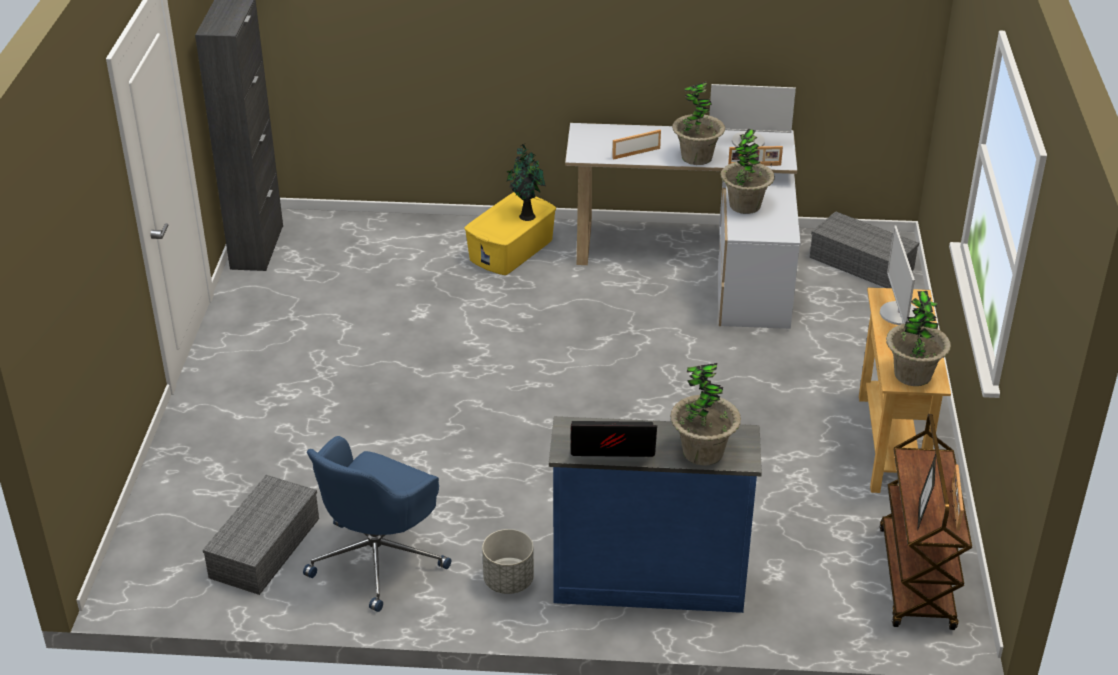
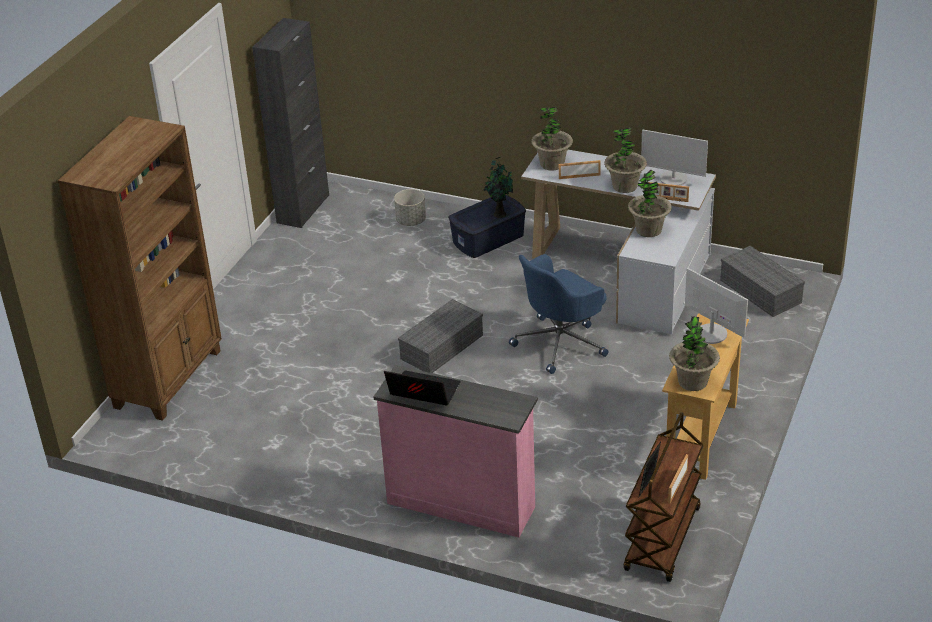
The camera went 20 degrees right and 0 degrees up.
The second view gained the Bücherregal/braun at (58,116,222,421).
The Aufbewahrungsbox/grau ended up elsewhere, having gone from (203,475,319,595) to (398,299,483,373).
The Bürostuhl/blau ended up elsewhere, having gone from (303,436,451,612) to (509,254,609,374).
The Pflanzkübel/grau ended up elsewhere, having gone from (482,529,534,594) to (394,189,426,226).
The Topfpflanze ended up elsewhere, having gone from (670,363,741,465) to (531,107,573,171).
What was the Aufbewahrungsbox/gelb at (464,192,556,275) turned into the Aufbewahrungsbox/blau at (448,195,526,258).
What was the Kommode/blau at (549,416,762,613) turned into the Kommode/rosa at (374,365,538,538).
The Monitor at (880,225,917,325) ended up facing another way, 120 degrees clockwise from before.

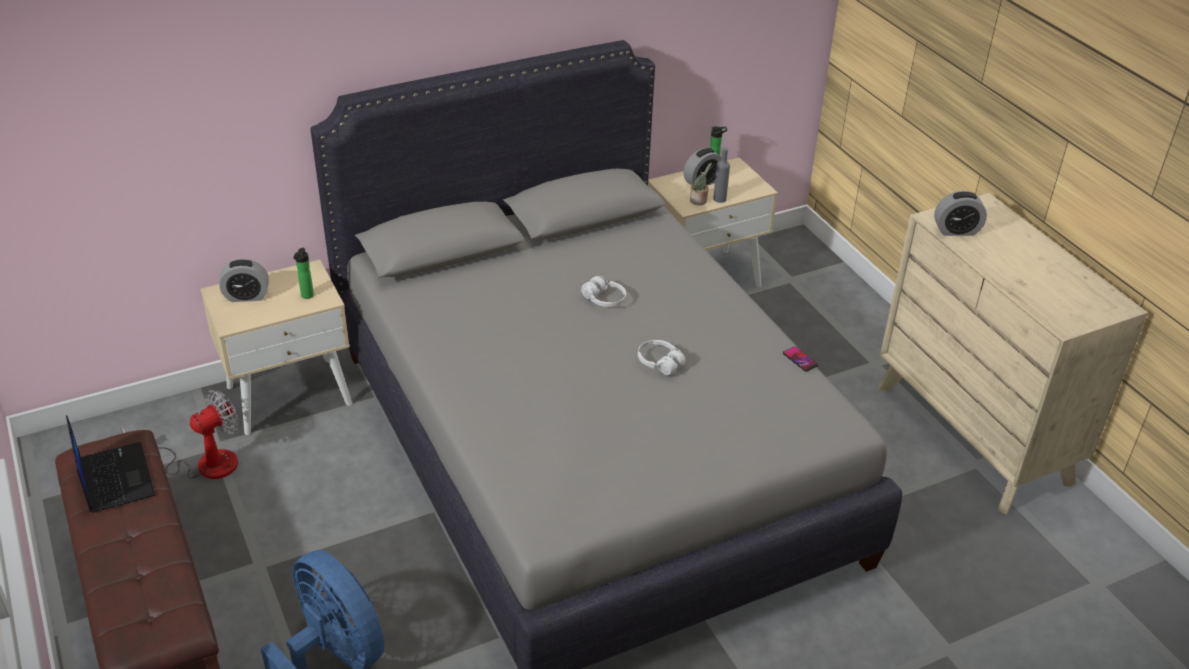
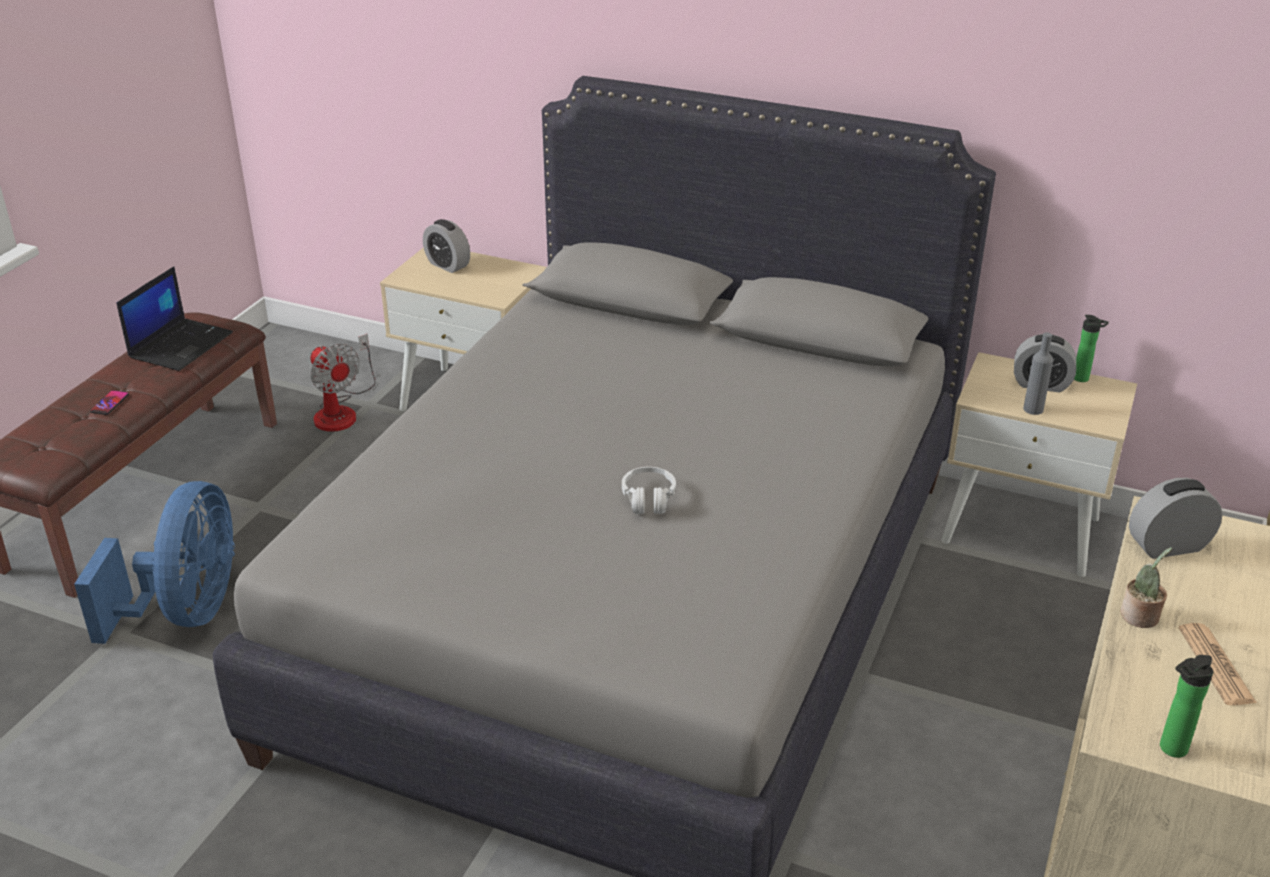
The camera went 50 degrees right and 5 degrees down.
The second view lost the Kopfhörer/weiß at (581,276,626,307).
The second view gained the Zeitung at (1178,623,1257,705).
The Flasche ended up elsewhere, having gone from (293,247,314,299) to (1160,655,1213,758).
The Topfpflanze ended up elsewhere, having gone from (690,163,712,205) to (1120,547,1172,628).
The Handy ended up elsewhere, having gone from (783,346,818,371) to (90,390,129,415).
The Ventilator at (121,390,239,479) ended up facing another way, 45 degrees clockwise from before.
The Wecker at (934,191,987,236) ended up facing another way, 120 degrees clockwise from before.

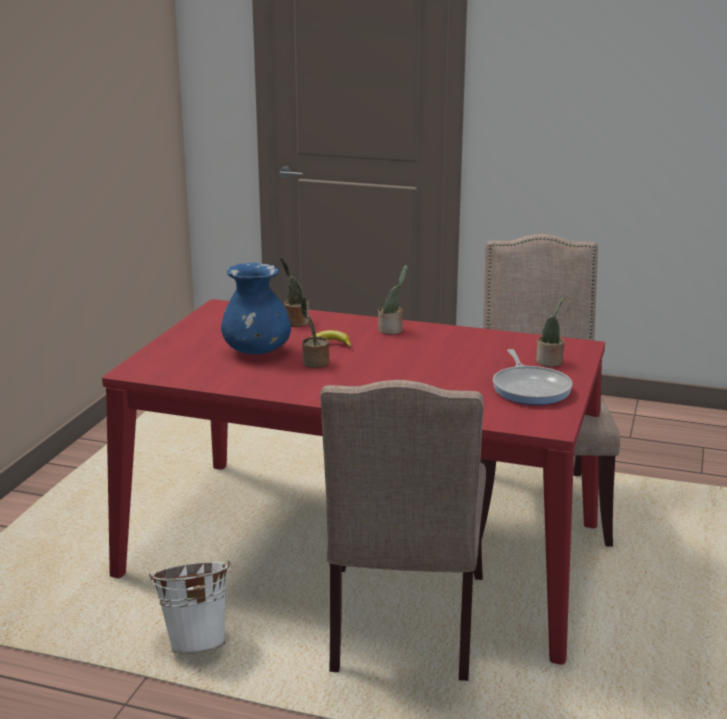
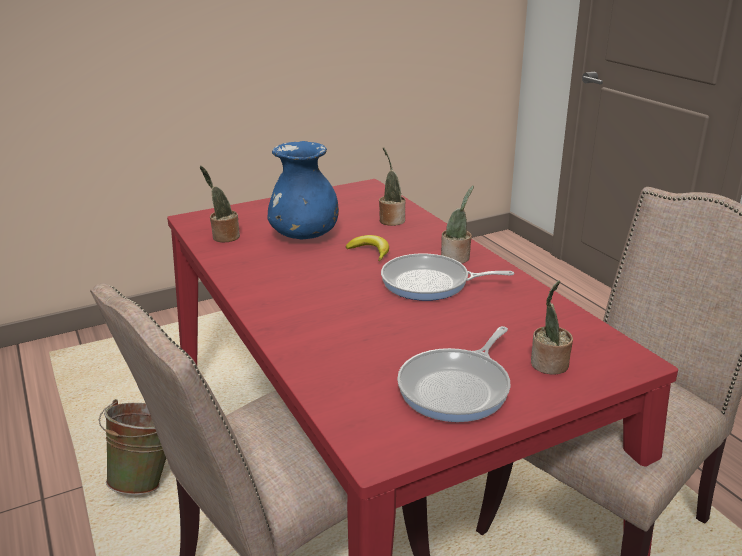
The camera went 45 degrees right and 5 degrees up.
The second view gained the Pfanne at (381,254,514,301).
The Topfpflanze ended up elsewhere, having gone from (301,297,329,368) to (200,166,240,242).
What was the Eimer/weiß at (149,559,232,654) turned into the Eimer/grün at (99,399,166,495).

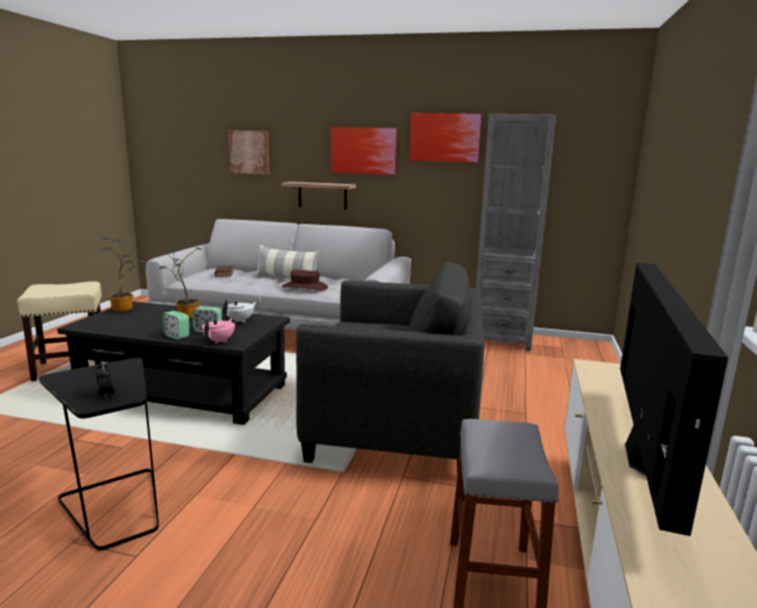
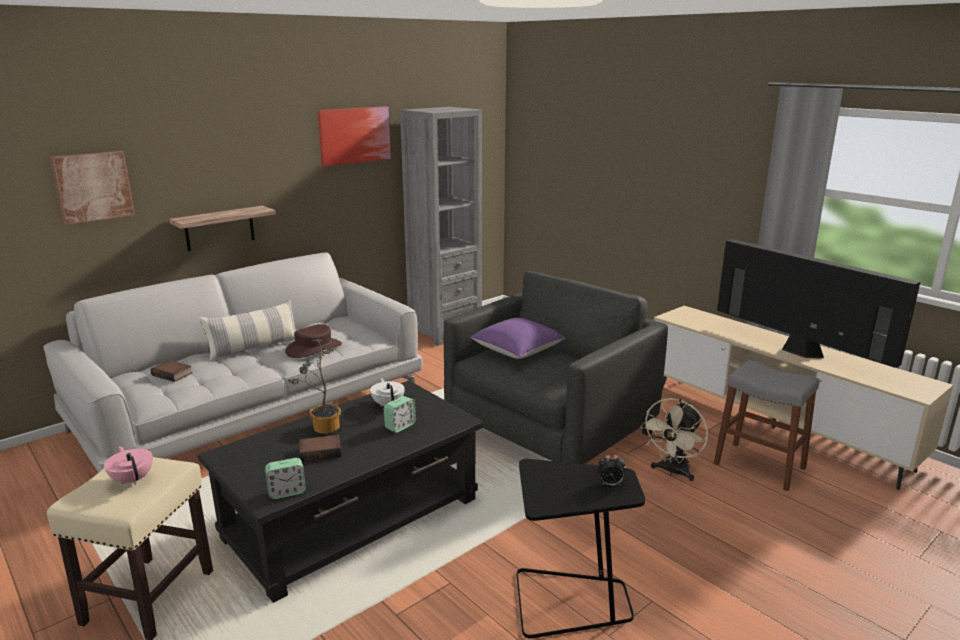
The camera went 55 degrees left and 5 degrees up.
The second view lost the Topfpflanze at (102,237,145,312).
The second view lost the Bild at (331,127,397,175).
The second view gained the Buch at (299,435,341,462).
The second view gained the Kissen/lila at (470,318,566,359).
The second view gained the Ventilator/beige at (641,398,708,481).
The Wecker ended up elsewhere, having gone from (162,311,189,340) to (265,458,306,499).
The Teekanne/rosa ended up elsewhere, having gone from (202,318,235,344) to (104,446,153,485).

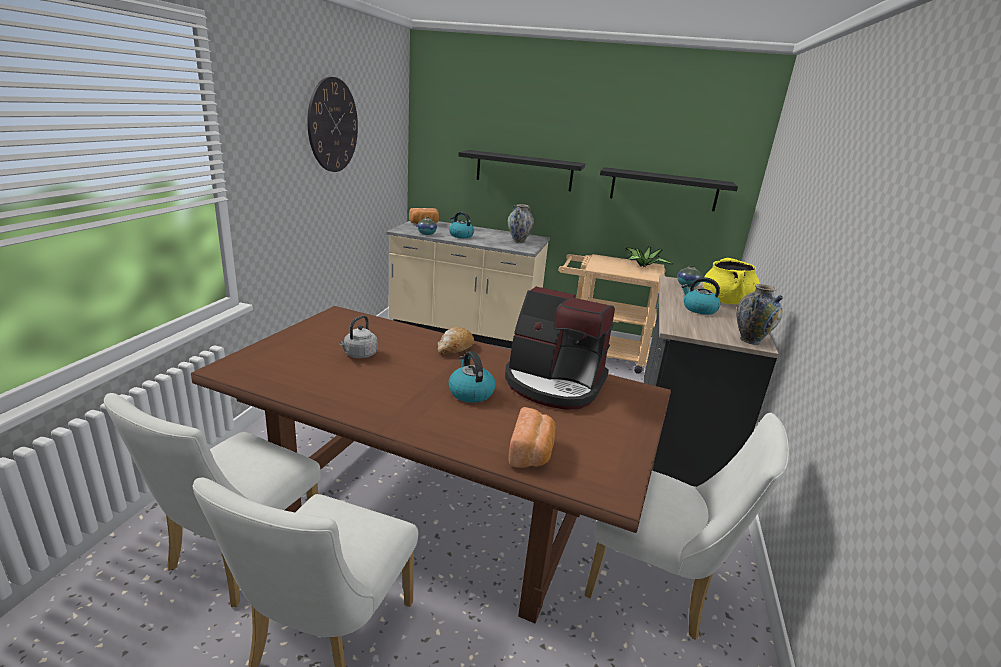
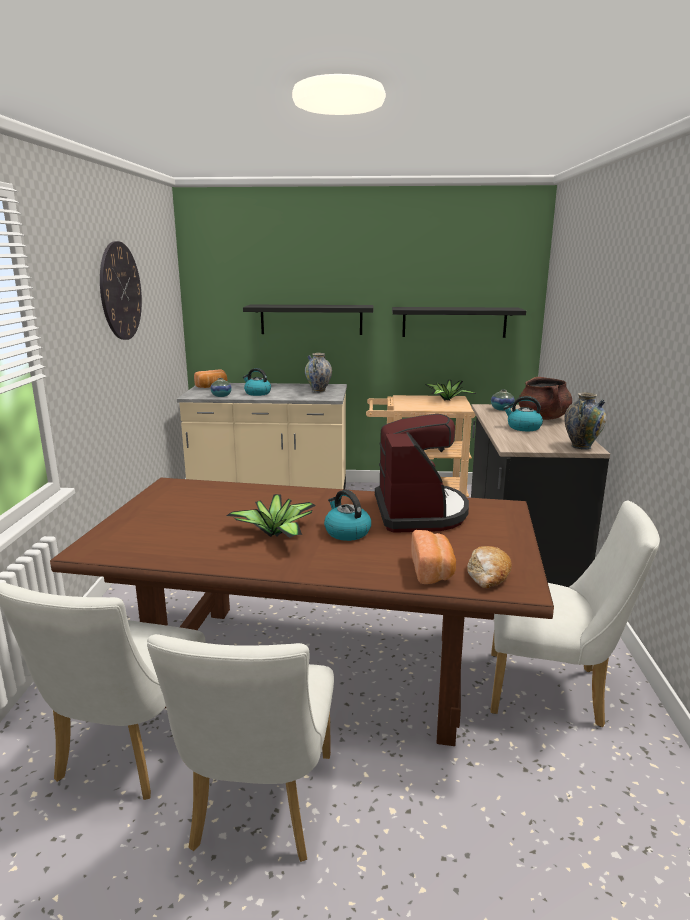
The camera went 10 degrees left and 5 degrees down.
The second view lost the Wasserkessel/grau at (339,315,378,358).
The second view gained the Topfpflanze at (226,494,316,538).
The Brot ended up elsewhere, having gone from (438,327,474,354) to (467,546,512,588).
What was the Kochtopf/gelb at (703,258,760,304) turned into the Kochtopf/braun at (519,377,572,420).
The Kaffeemaschine at (505,287,615,410) ended up facing another way, 105 degrees counterclockwise from before.

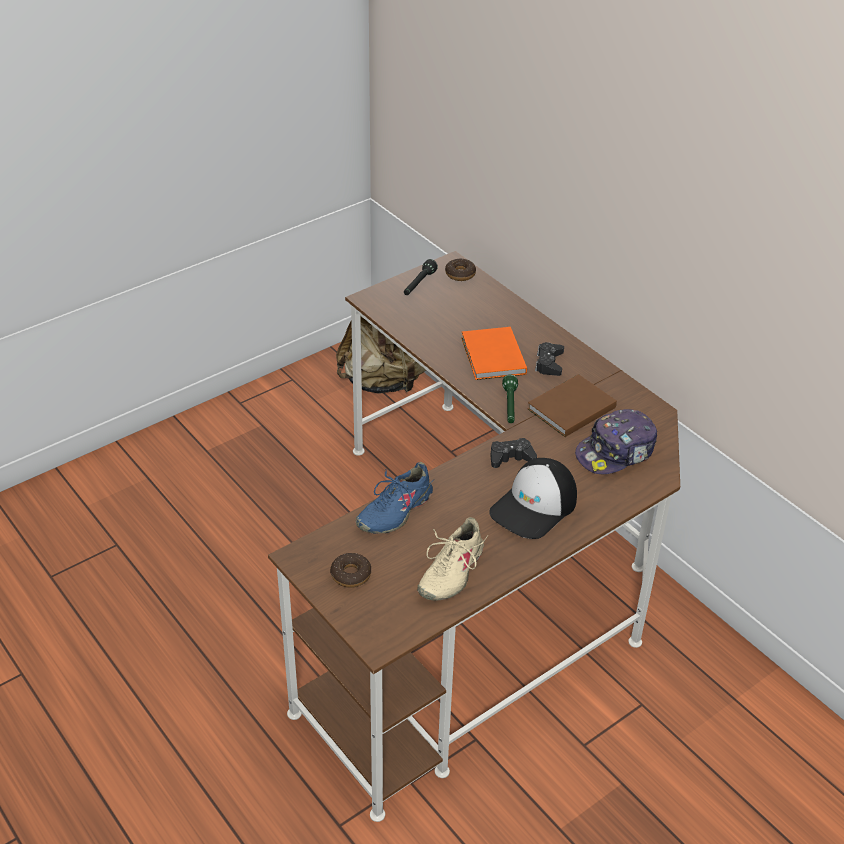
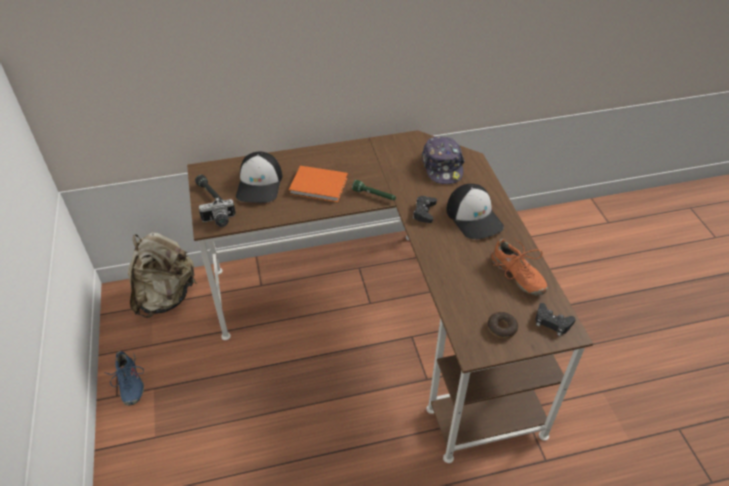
The camera went 65 degrees left and 5 degrees up.
The second view lost the Donut at (445,258,476,281).
The second view lost the Buch/braun at (527,374,617,437).
The second view gained the Kamera at (199,197,235,227).
The second view gained the Kappe at (236,151,282,203).
The Schuh/blau ended up elsewhere, having gone from (355,462,435,534) to (104,351,144,406).
The Gamepad/schwarz ended up elsewhere, having gone from (535,342,564,376) to (535,303,576,336).
What was the Schuh/beige at (417,517,489,601) turned into the Schuh/orange at (491,237,548,295).

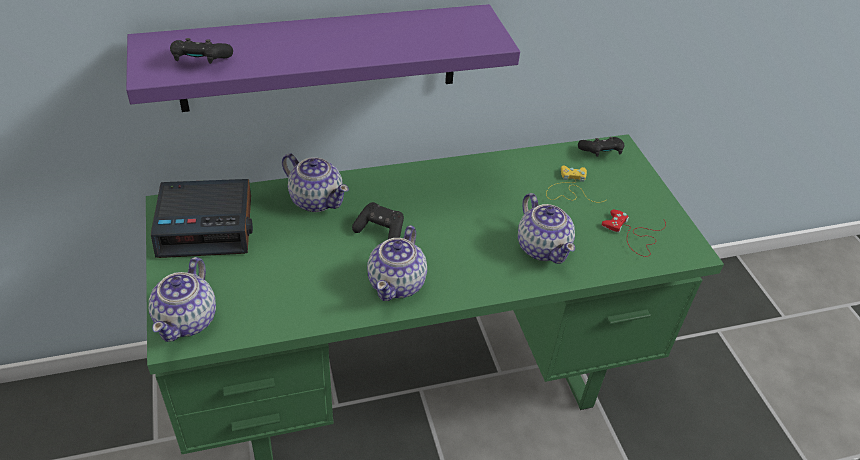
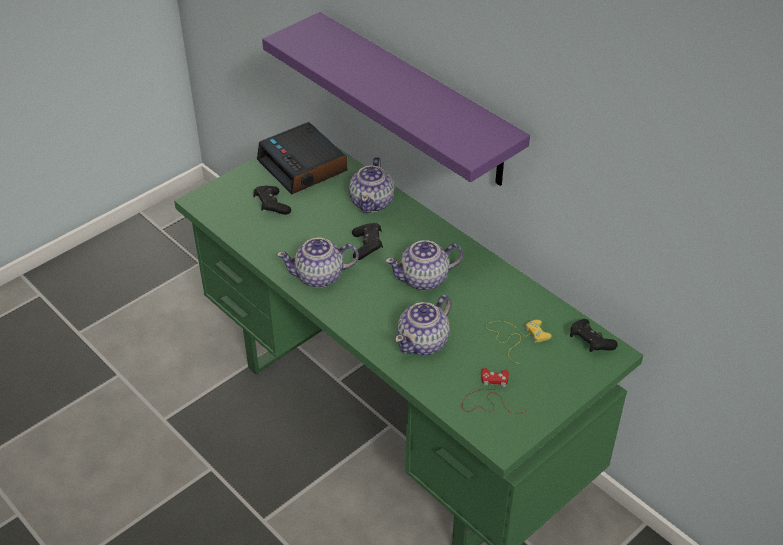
The camera went 65 degrees right and 0 degrees up.
The Teekanne ended up elsewhere, having gone from (149,257,216,342) to (385,240,463,291).
The Gamepad/schwarz ended up elsewhere, having gone from (170,38,233,64) to (254,186,291,215).

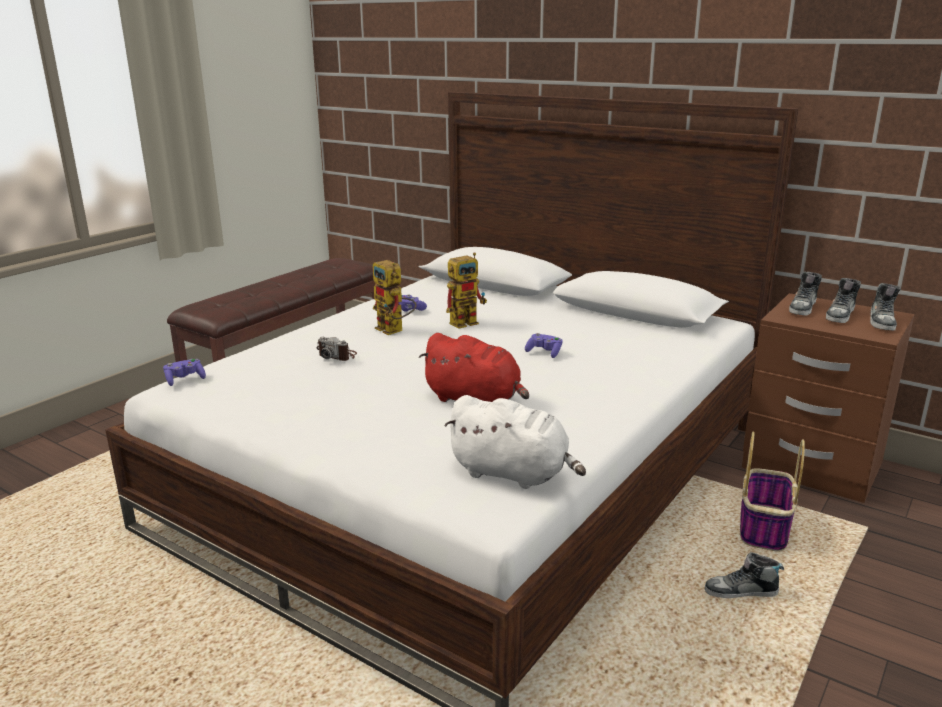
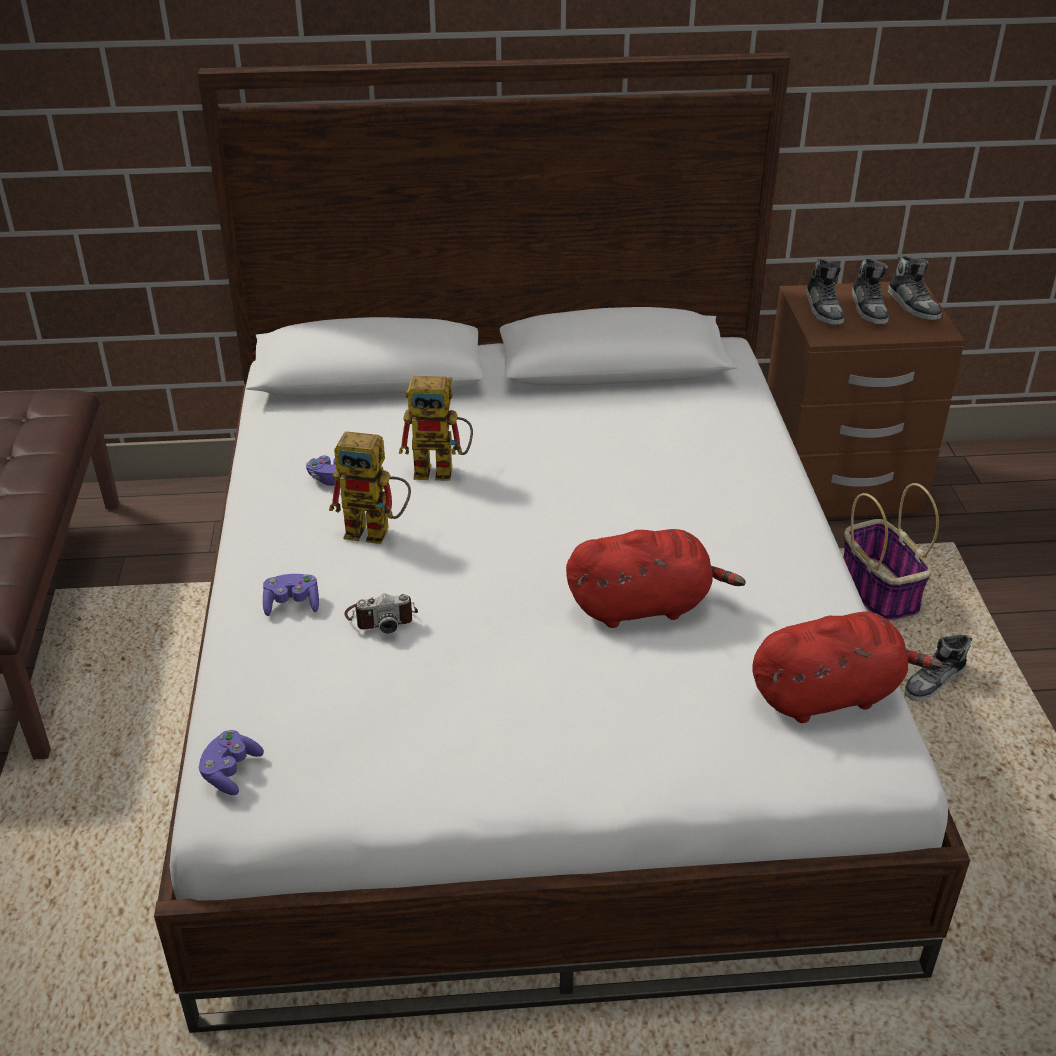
The camera went 40 degrees left and 15 degrees up.
The Gamepad/lila ended up elsewhere, having gone from (525,333,563,358) to (263,574,319,616).
What was the Plüschtier/weiß at (444,395,586,489) turned into the Plüschtier/rot at (752,612,943,723).
The Spielzeugroboter at (446,253,487,329) ended up facing another way, 75 degrees clockwise from before.

